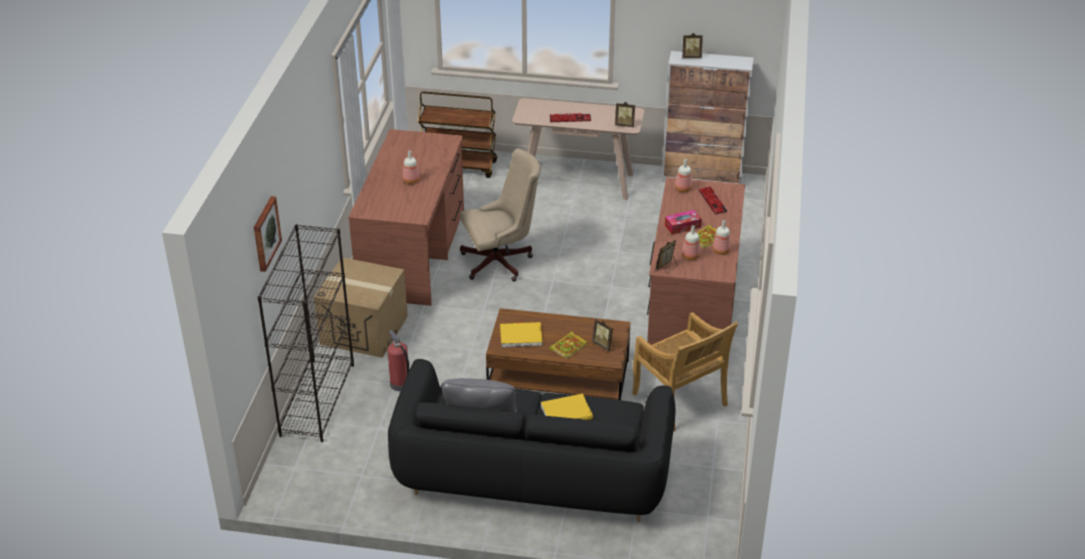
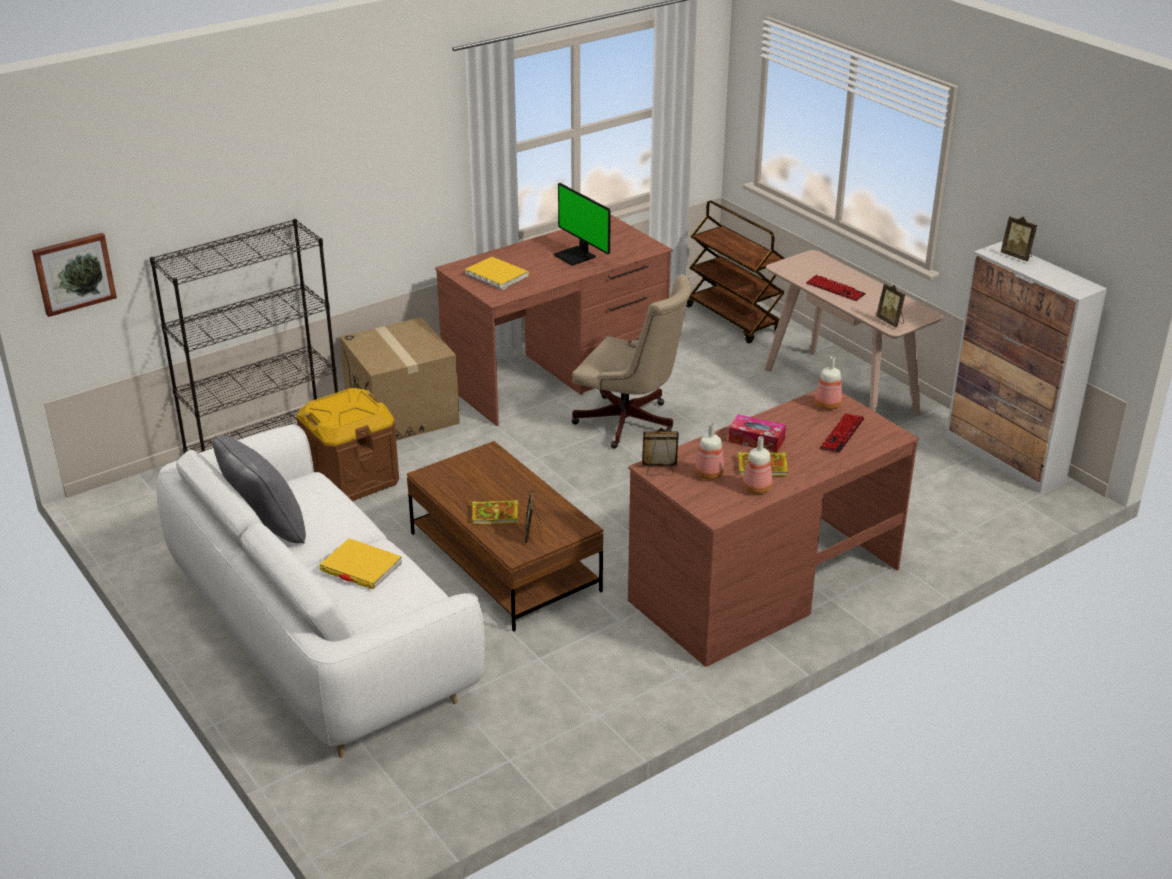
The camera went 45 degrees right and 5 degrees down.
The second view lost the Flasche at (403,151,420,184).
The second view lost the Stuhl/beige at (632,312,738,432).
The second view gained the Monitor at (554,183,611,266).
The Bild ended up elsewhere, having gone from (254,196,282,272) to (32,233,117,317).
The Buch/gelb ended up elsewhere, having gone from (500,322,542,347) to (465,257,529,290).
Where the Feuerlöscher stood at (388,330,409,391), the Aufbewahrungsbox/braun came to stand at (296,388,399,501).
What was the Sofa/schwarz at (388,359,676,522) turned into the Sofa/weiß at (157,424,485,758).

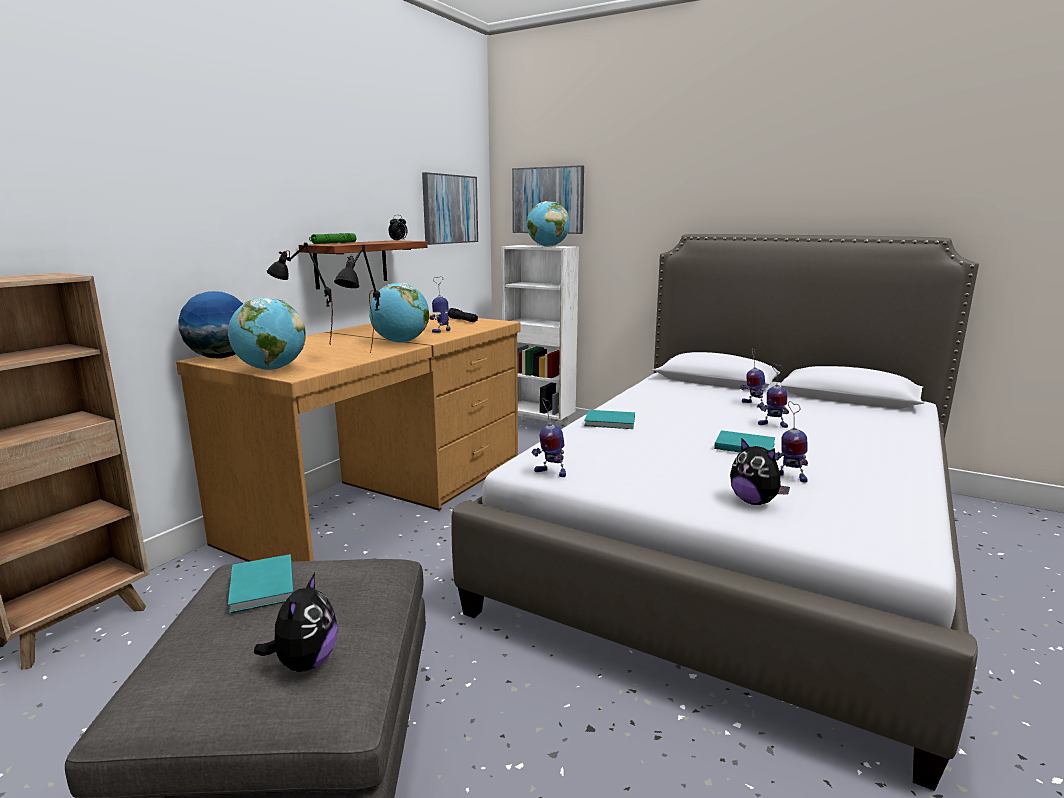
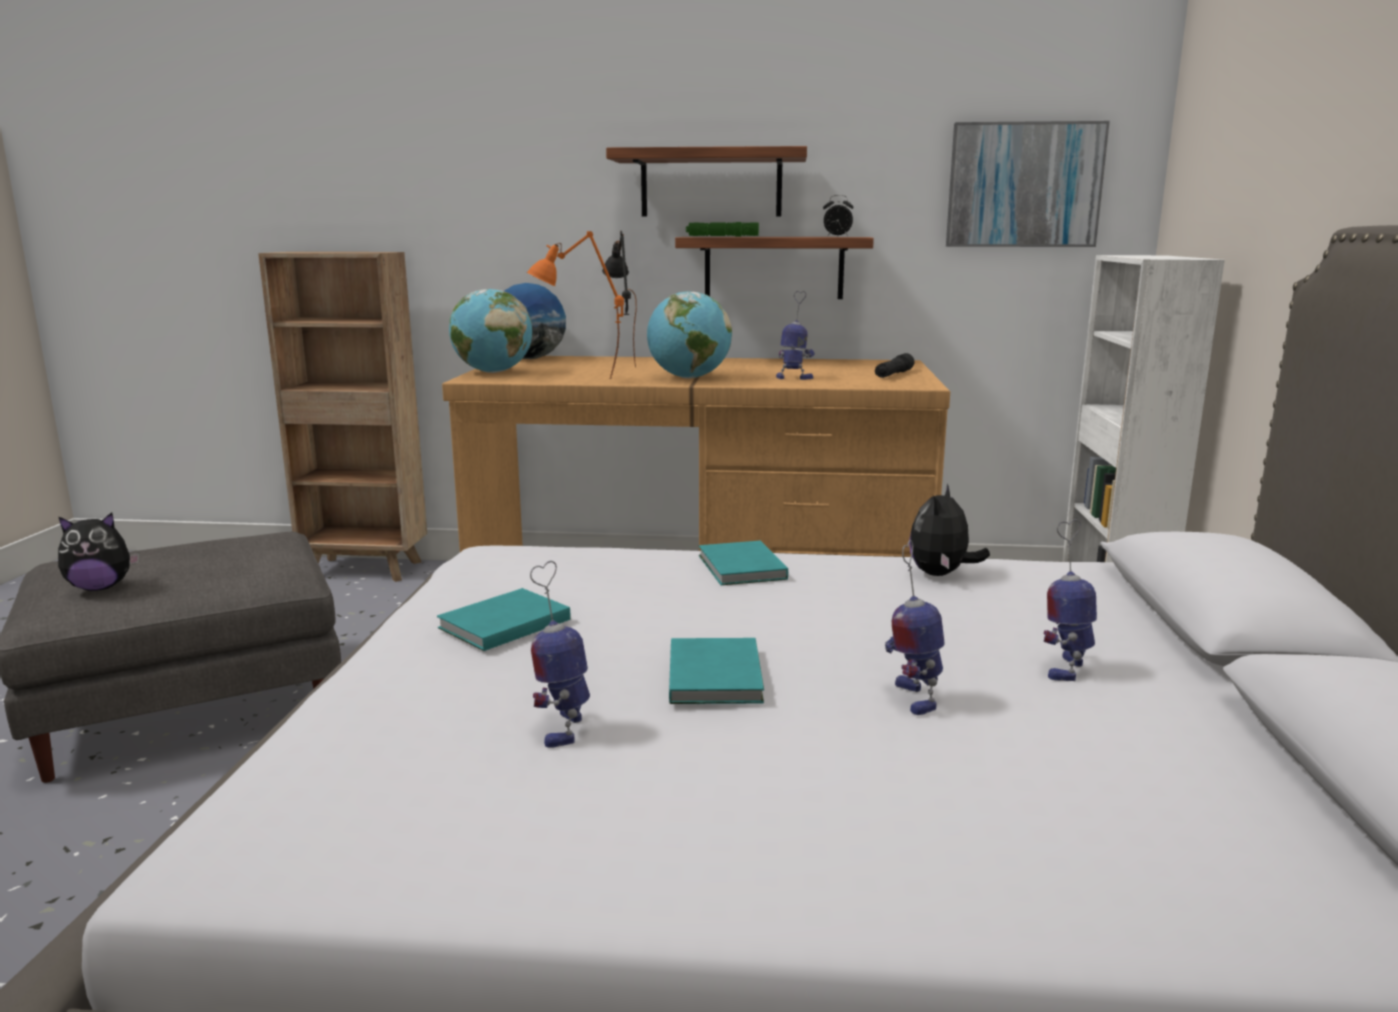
The camera went 65 degrees right and 0 degrees up.
The second view lost the Bild at (512,165,584,234).
The second view lost the Globus at (527,201,570,247).
The second view lost the Spielzeugroboter at (532,398,566,477).
The second view gained the Wandregal at (606,146,807,217).
The Buch/türkis ended up elsewhere, having gone from (228,554,294,613) to (437,588,570,651).
The Plüschtier ended up elsewhere, having gone from (730,438,790,505) to (909,484,990,576).
What was the Tischlampe/schwarz at (334,245,380,353) turned into the Tischlampe/orange at (527,231,624,378).

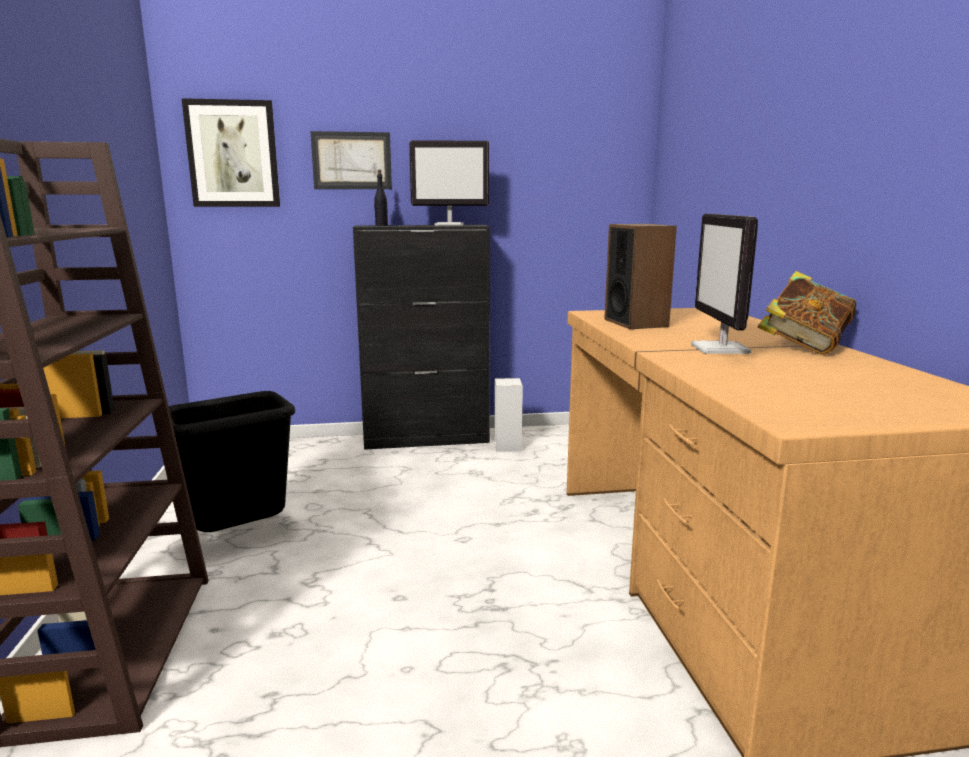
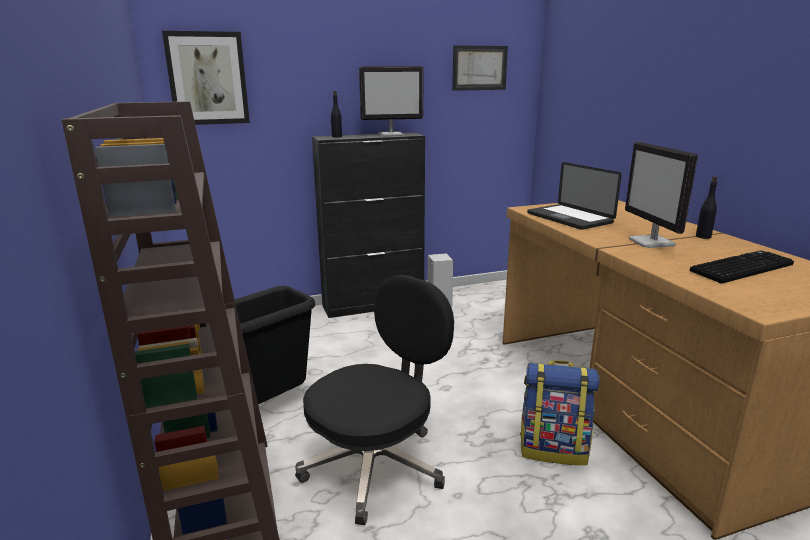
The camera went 10 degrees left and 5 degrees up.
The second view gained the Bürostuhl/schwarz at (295,275,454,525).
The second view gained the Rucksack at (520,360,599,465).
The second view gained the Tastatur at (689,250,794,284).
The Bild ended up elsewhere, having gone from (310,131,392,189) to (452,45,508,91).
Where the Lautsprecher stood at (604,224,677,329), the Laptop came to stand at (527,162,622,230).
Where the Buch stood at (758,271,856,355), the Flasche/schwarz came to stand at (696,176,717,239).

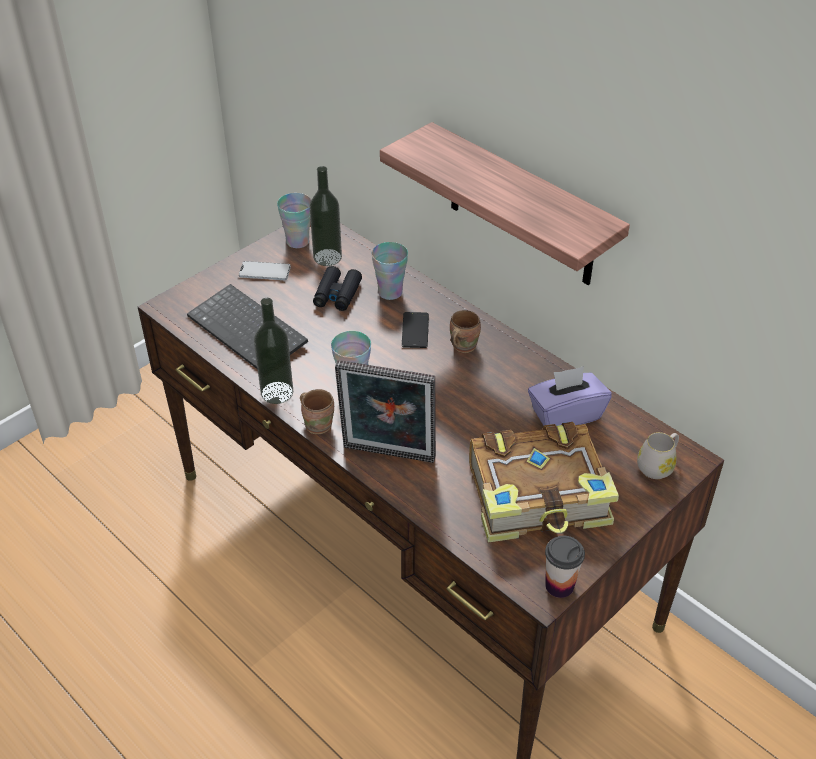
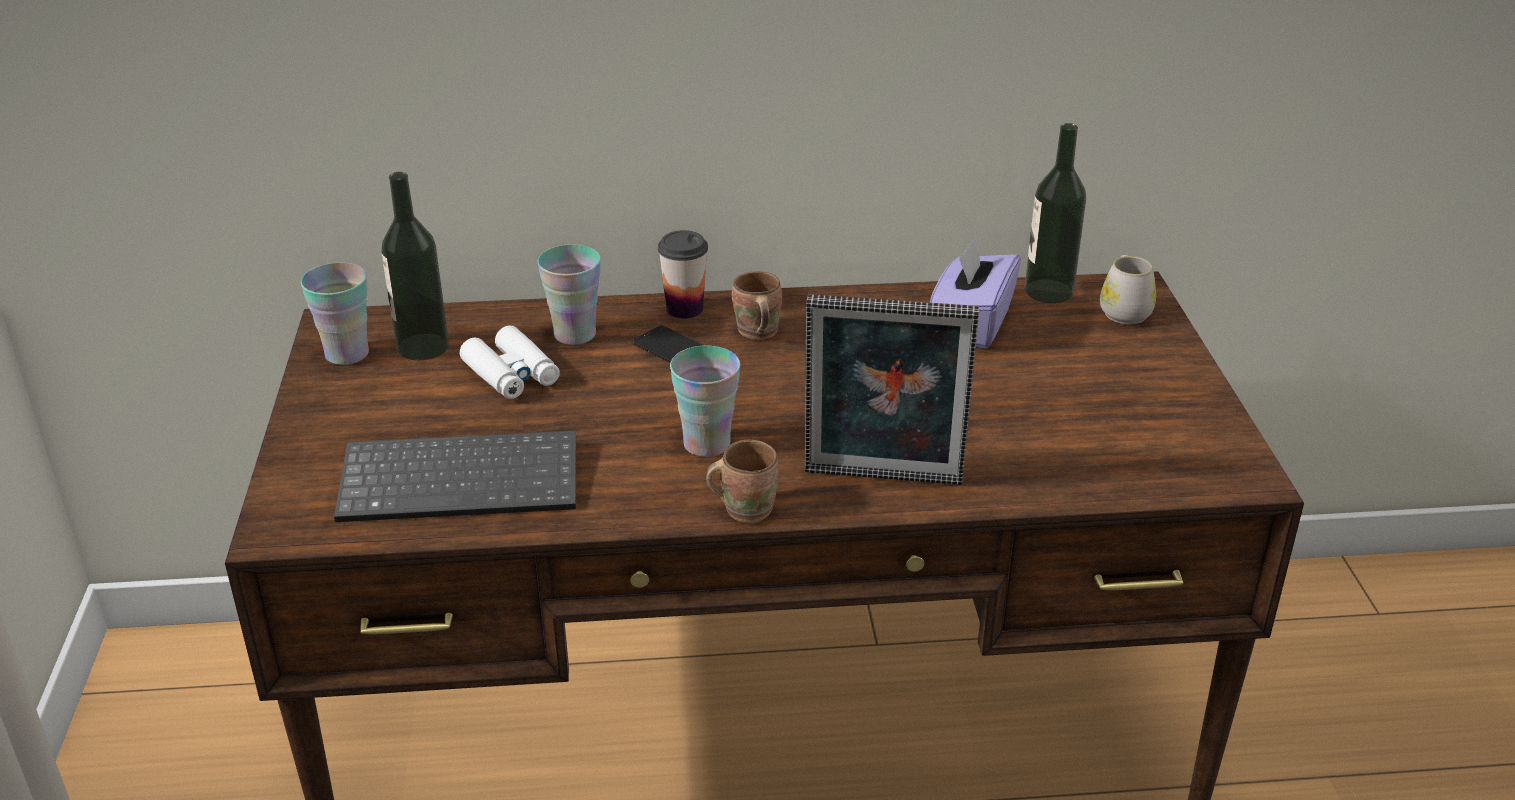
The camera went 50 degrees left and 10 degrees down.
The second view lost the Handy at (239,261,291,280).
The second view lost the Wandregal at (380,122,630,285).
The second view lost the Buch at (469,422,619,543).
The Flasche ended up elsewhere, having gone from (254,298,293,404) to (1025,123,1086,303).
The Tasse ended up elsewhere, having gone from (545,536,585,598) to (658,230,708,319).
What was the Fernglas/schwarz at (313,266,362,311) turned into the Fernglas/weiß at (460,325,560,399).
The Bilderrahmen at (335,360,436,463) ended up facing another way, 45 degrees clockwise from before.

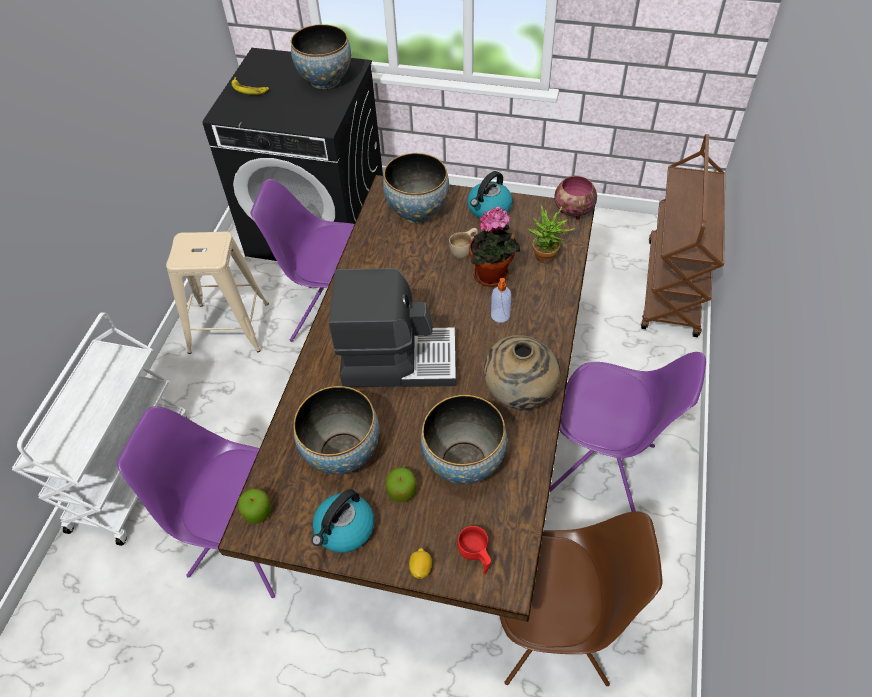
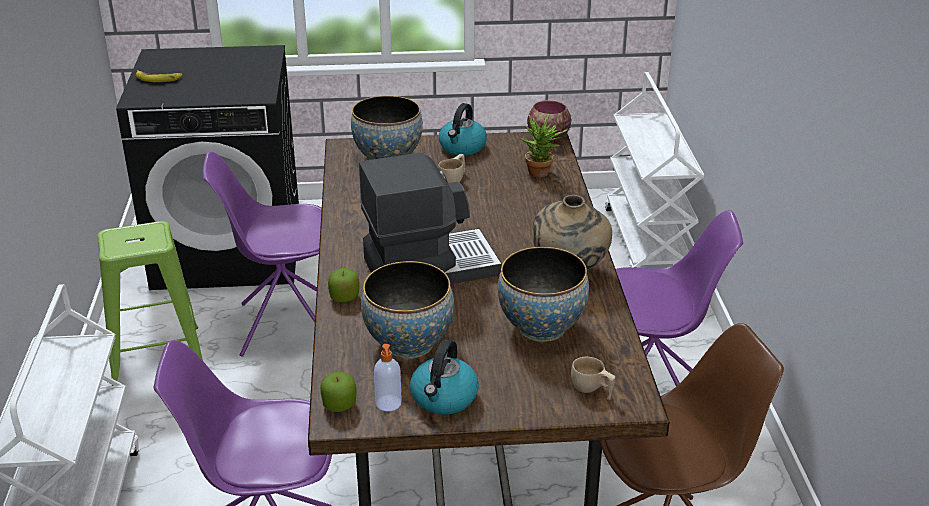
The camera went 20 degrees left and 20 degrees down.
The second view lost the Schüssel at (291,24,351,89).
The second view lost the Zitrone at (409,548,432,579).
The second view lost the Topfpflanze at (469,206,520,287).
The Apfel ended up elsewhere, having gone from (386,467,416,502) to (328,268,360,302).
The Seifenspender ended up elsewhere, having gone from (491,278,511,323) to (374,344,402,411).
What was the Hocker/beige at (166,231,269,354) turned into the Hocker/grün at (97,221,203,386).
What was the Tasse/rot at (458,526,491,575) turned into the Tasse/beige at (571,357,615,400).
What was the Rollwagen/braun at (641,134,725,337) turned into the Rollwagen/weiß at (605,72,705,268).

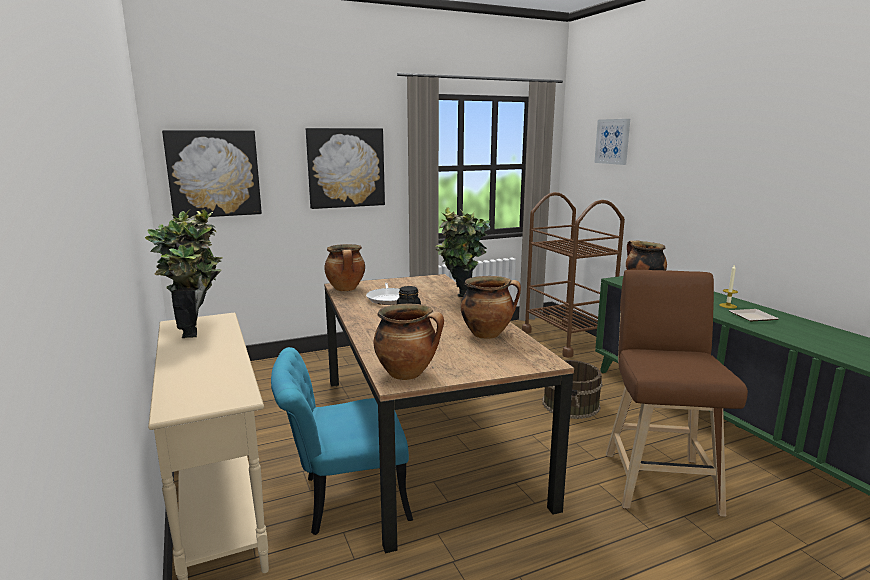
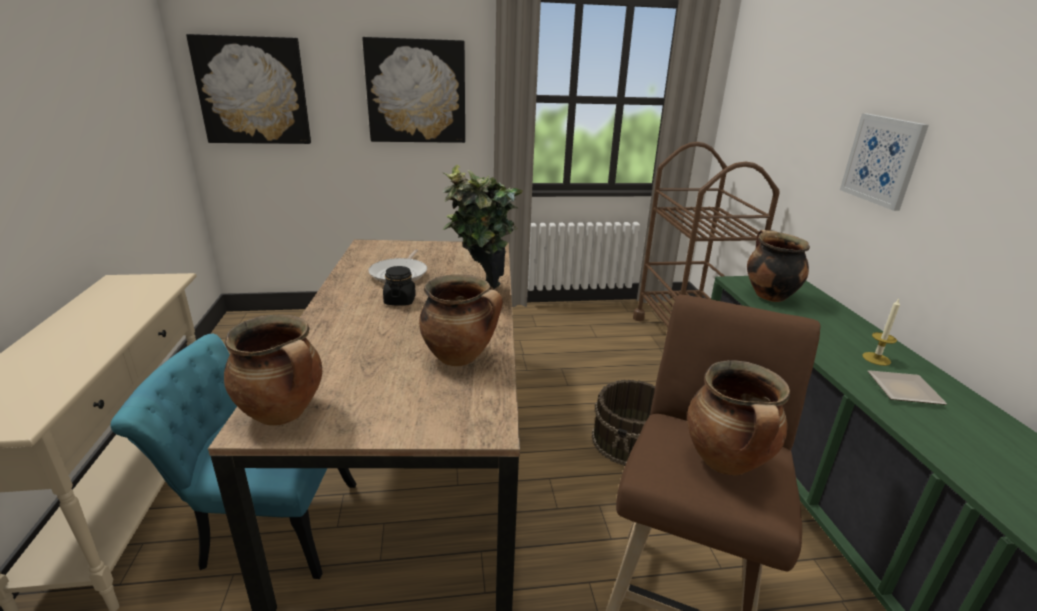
The camera went 15 degrees right and 10 degrees up.
The second view lost the Topfpflanze at (145,210,223,338).
The Kochtopf ended up elsewhere, having gone from (325,244,365,291) to (687,360,790,475).
The Bild ended up elsewhere, having gone from (594,119,630,165) to (840,113,929,211).

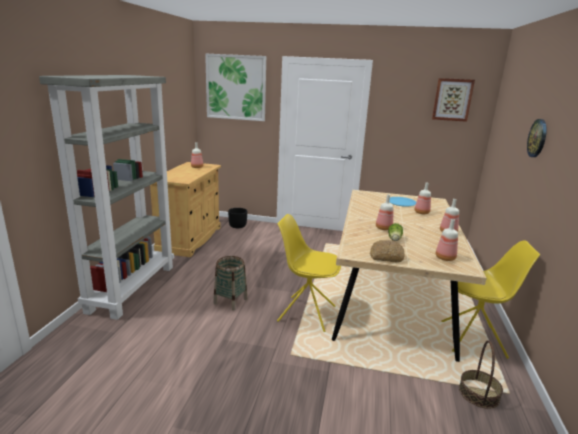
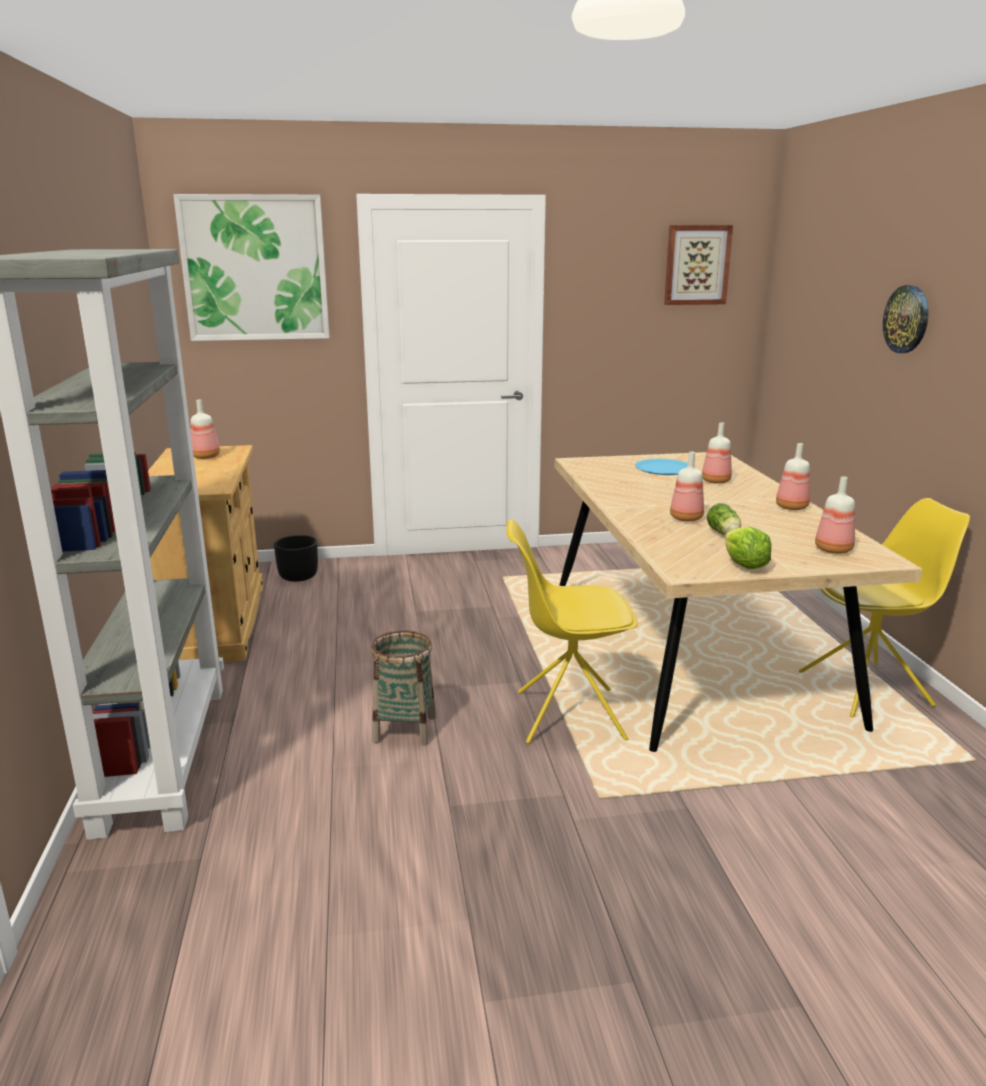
The camera went 20 degrees left and 0 degrees up.
The second view lost the Korb at (459,340,503,409).
Where the Brot stood at (370,240,405,263), the Salatkopf came to stand at (725,526,771,569).

